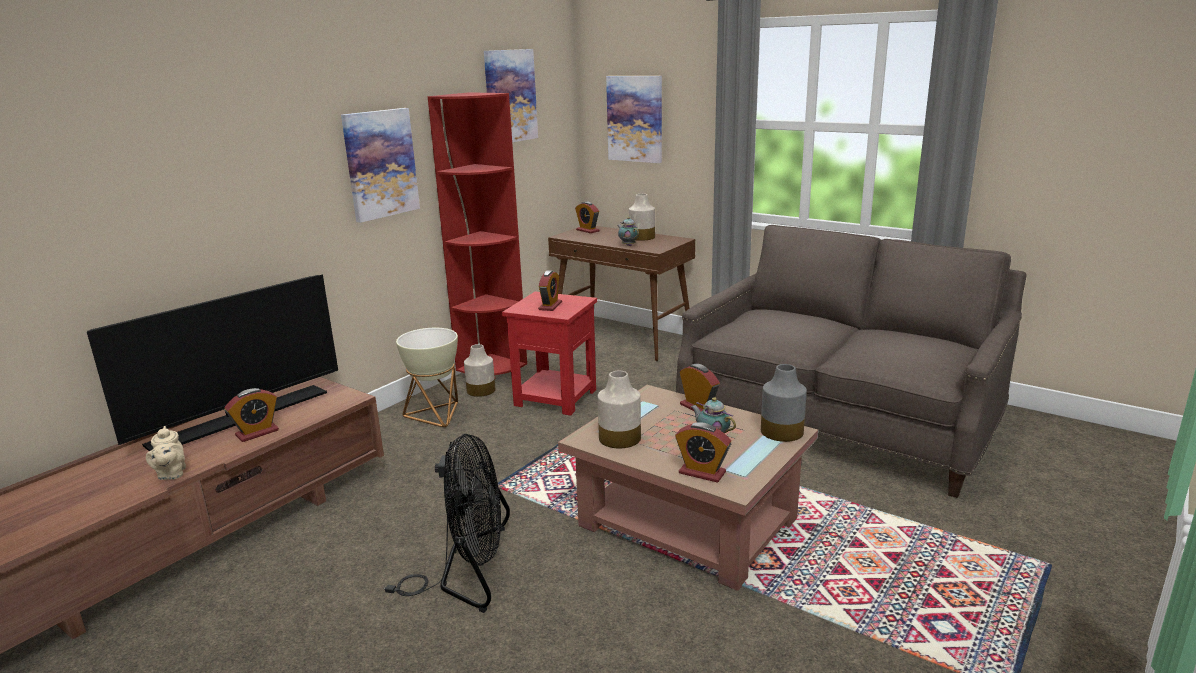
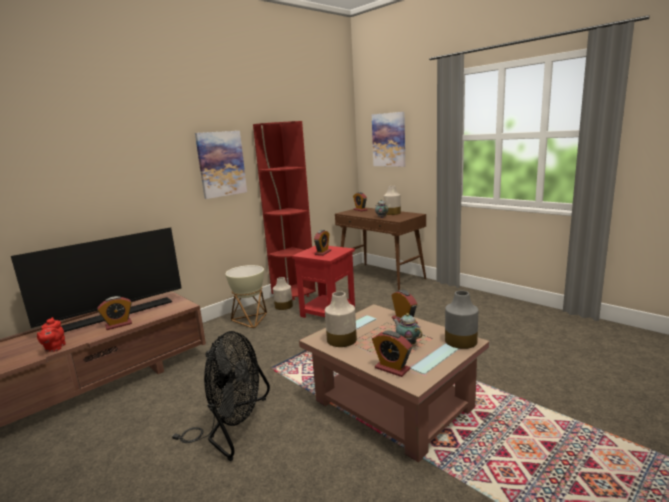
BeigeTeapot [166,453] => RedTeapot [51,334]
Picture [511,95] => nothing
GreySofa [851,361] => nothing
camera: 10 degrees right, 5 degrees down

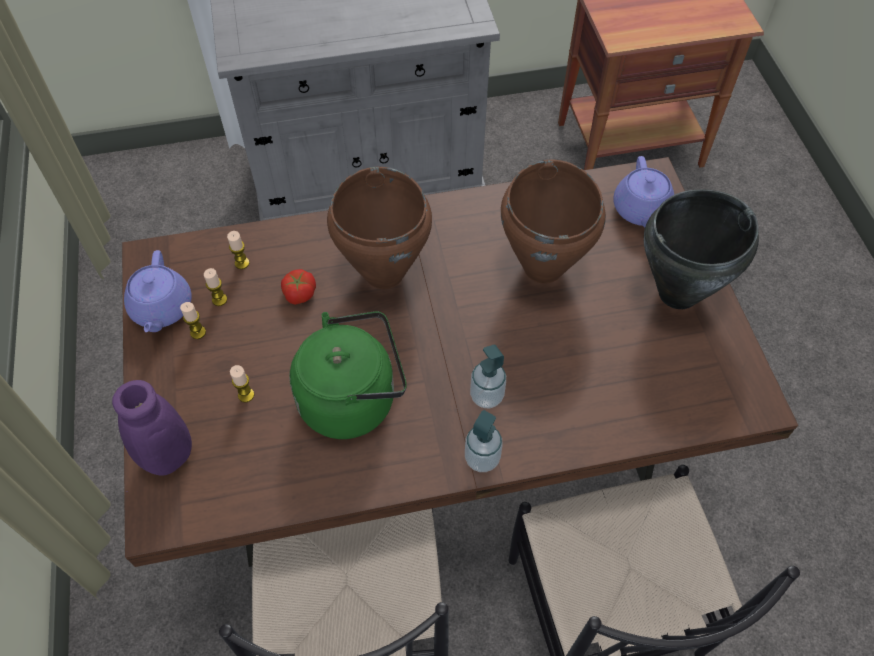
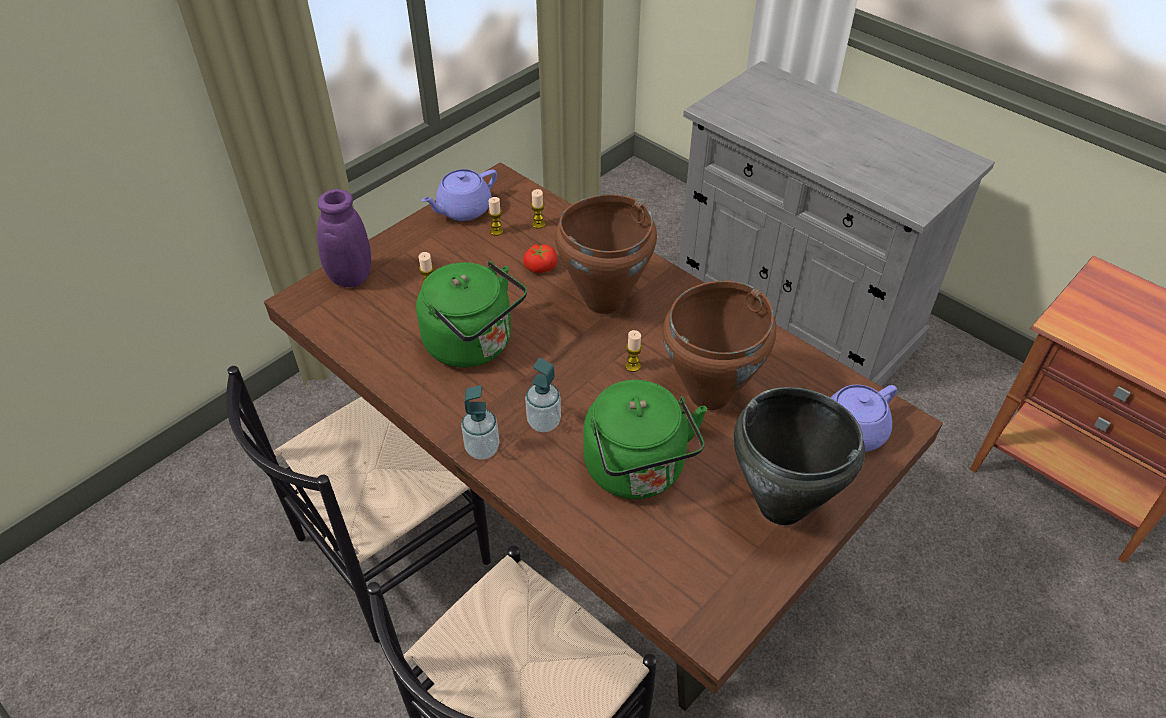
nothing => GreenKettle [645,439]
Candle [193,320] => Candle [633,351], move
camera: 55 degrees right, 10 degrees down

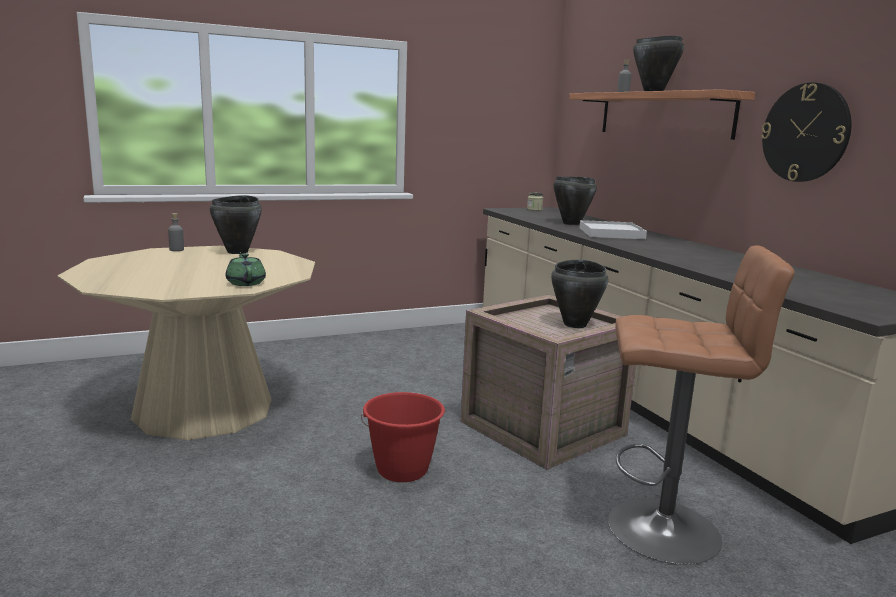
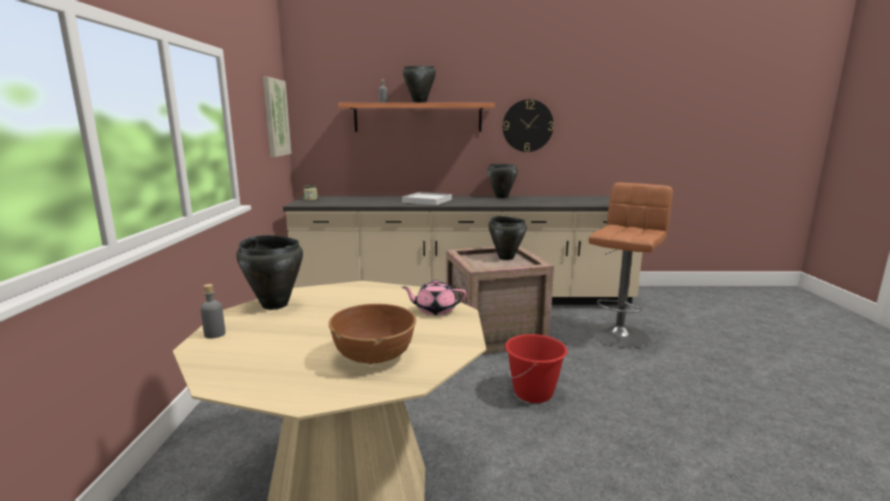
nothing => Picture [277,117]
nothing => BrownBowl [372,334]
GreenTeapot [246,269] => PinkTeapot [434,297]
BlackCookingPot [575,201] => BlackCookingPot [502,181], move
camera: 65 degrees left, 0 degrees up

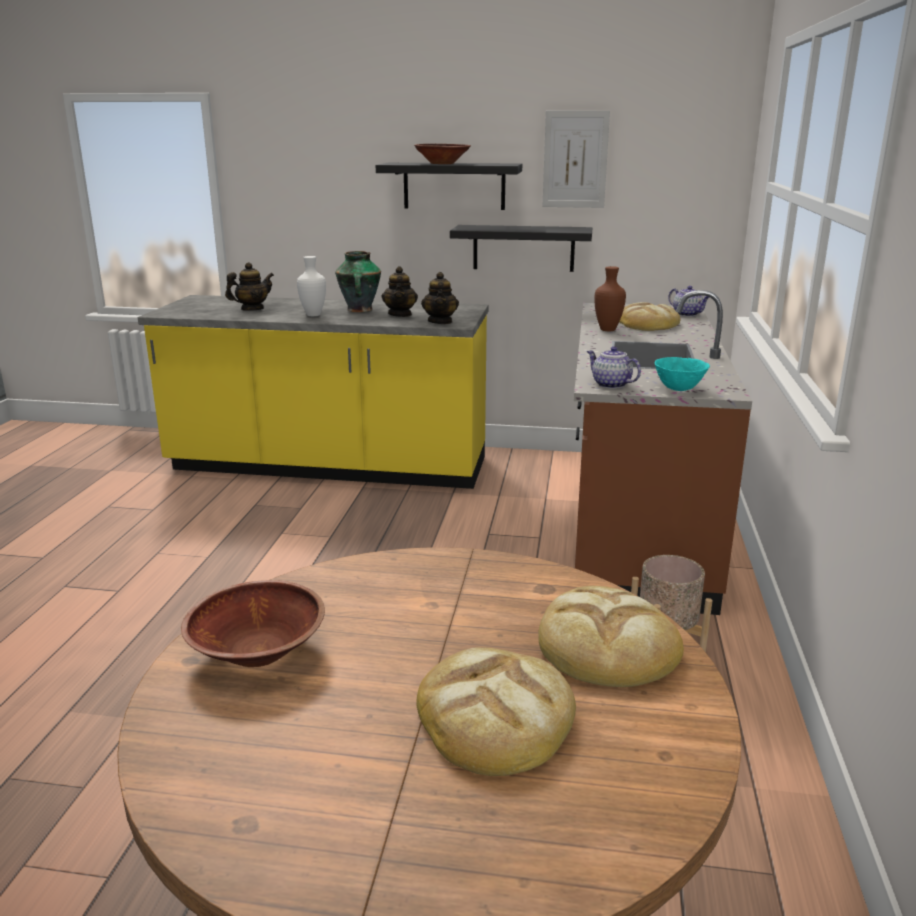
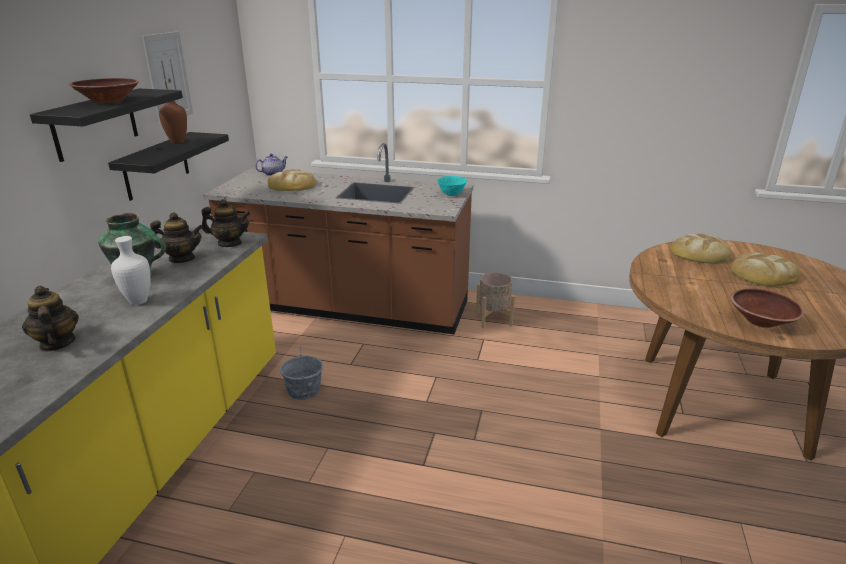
BrownVase [610,298] => BrownVase [173,116], move
nothing => GreyBucket [301,373]
Teapot [614,367] => nothing
camera: 85 degrees left, 5 degrees up

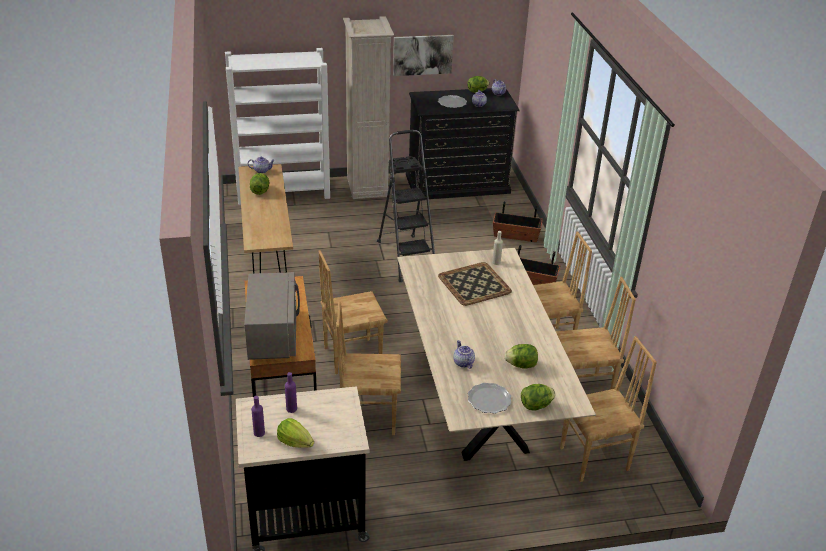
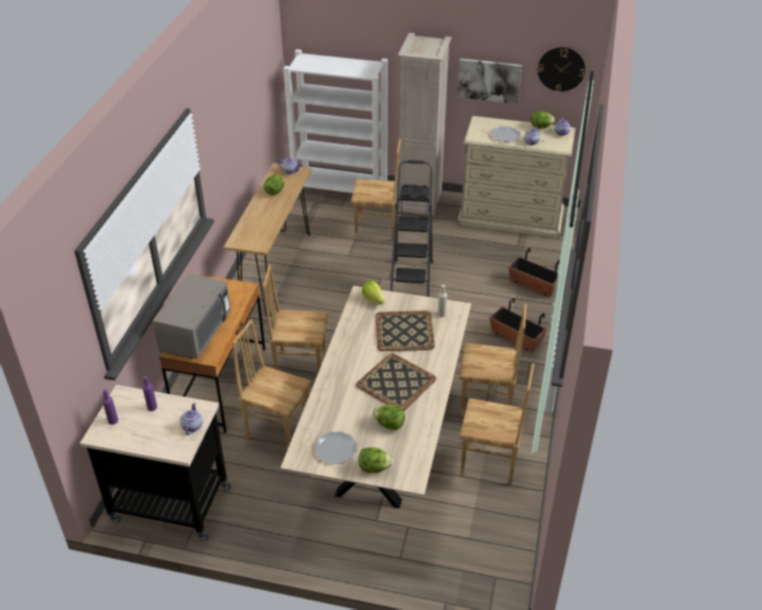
Teapot [464,354] => Teapot [191,419], move
BrownChair [608,409] => BrownChair [376,189], move
nothing => Tray [396,382]
Lettuce [295,433] => Lettuce [373,292], move
BlackDresser [463,144] => BeigeDresser [516,177]
nothing => WallClock [561,69]
camera: 25 degrees right, 5 degrees up

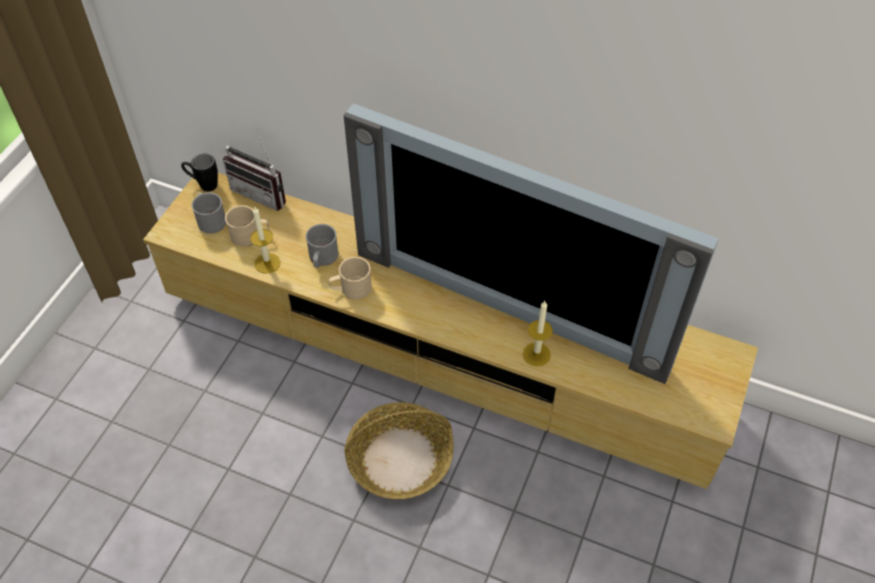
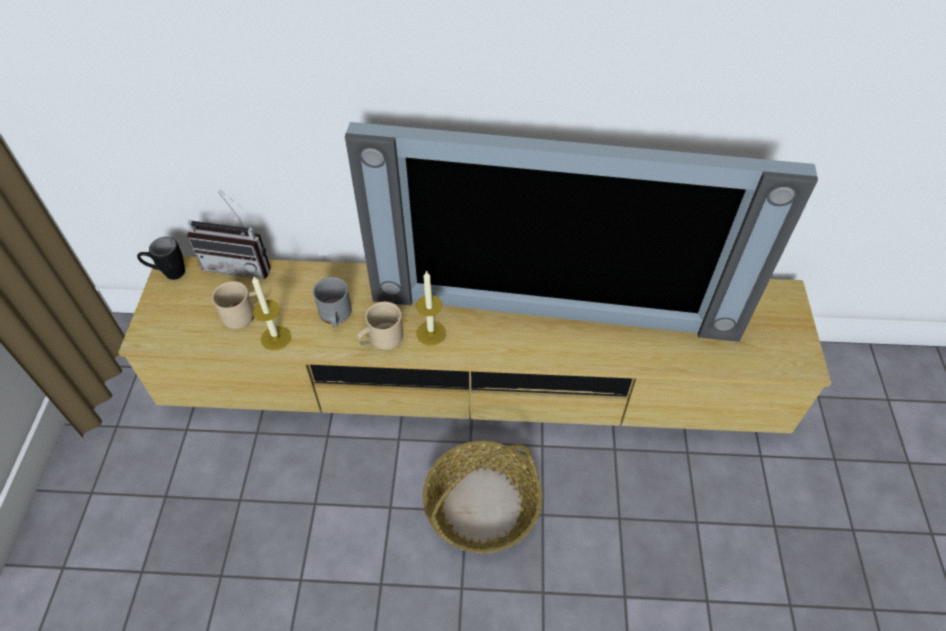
Candle [538,333] => Candle [431,308], move
GreyMug [209,213] => nothing
camera: 20 degrees left, 0 degrees up

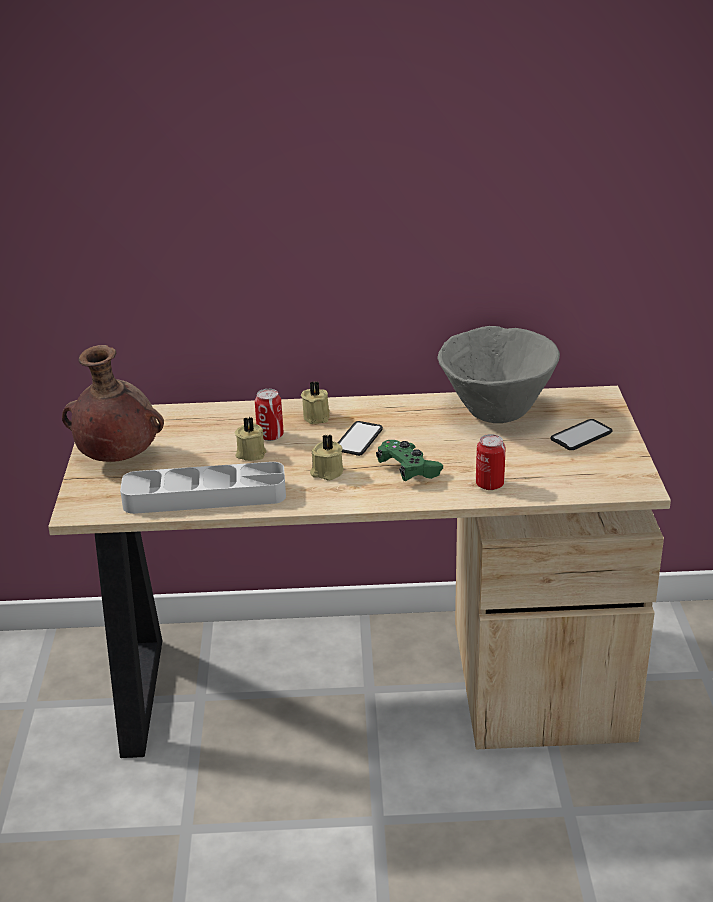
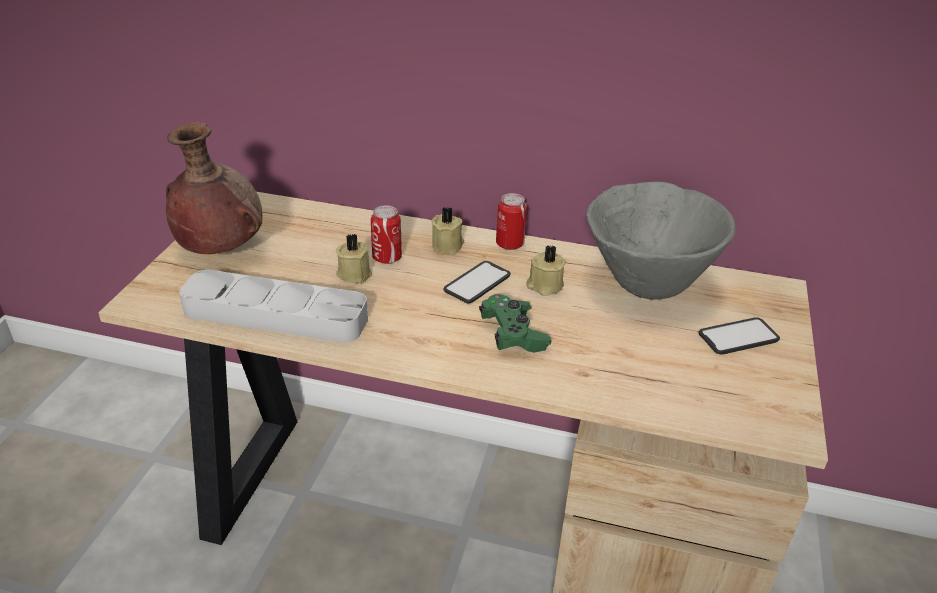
Can [490,462] => Can [511,221], move
BeigeCandle [327,458] => BeigeCandle [545,270], move
camera: 15 degrees right, 5 degrees up

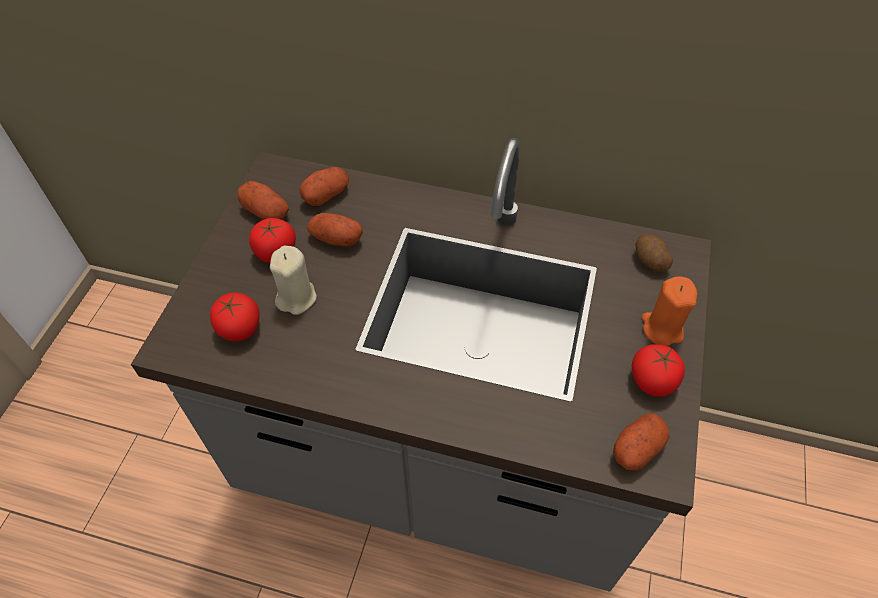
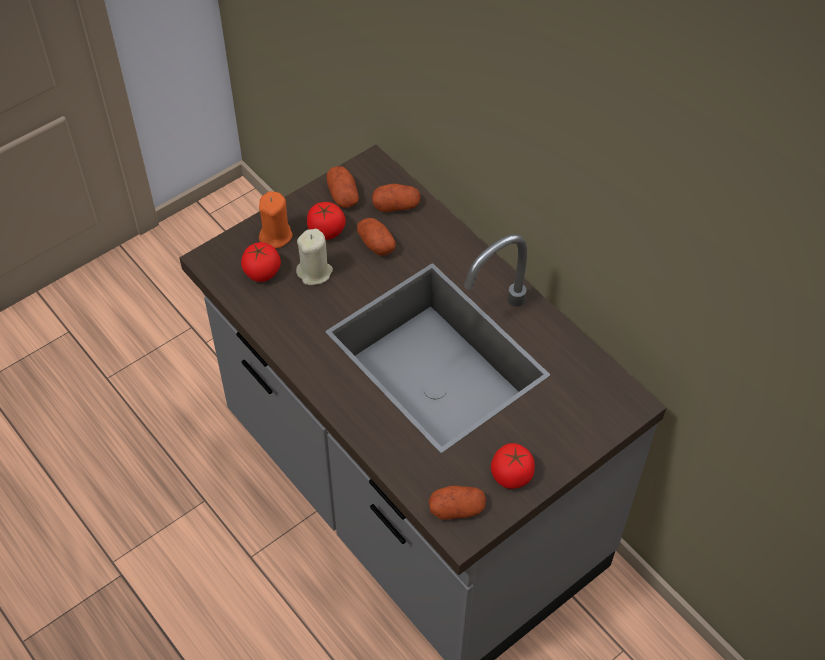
OrangeCandle [670,311] => OrangeCandle [276,220], move
Potato [654,253] => nothing
camera: 35 degrees right, 0 degrees up

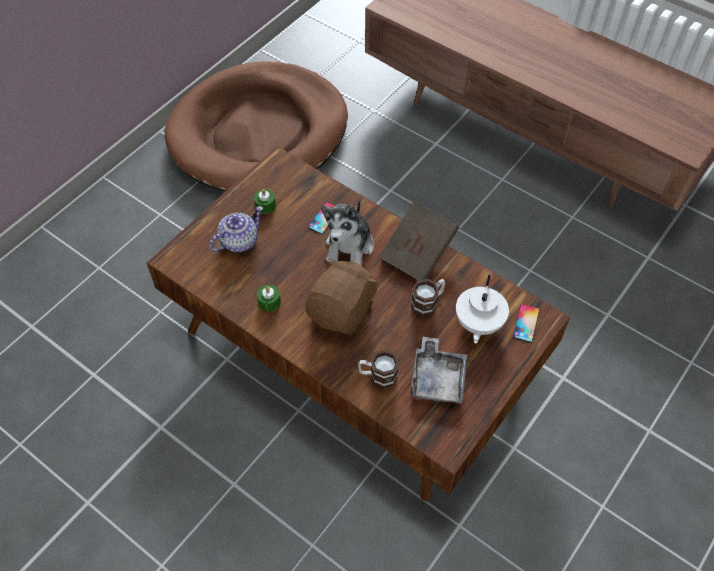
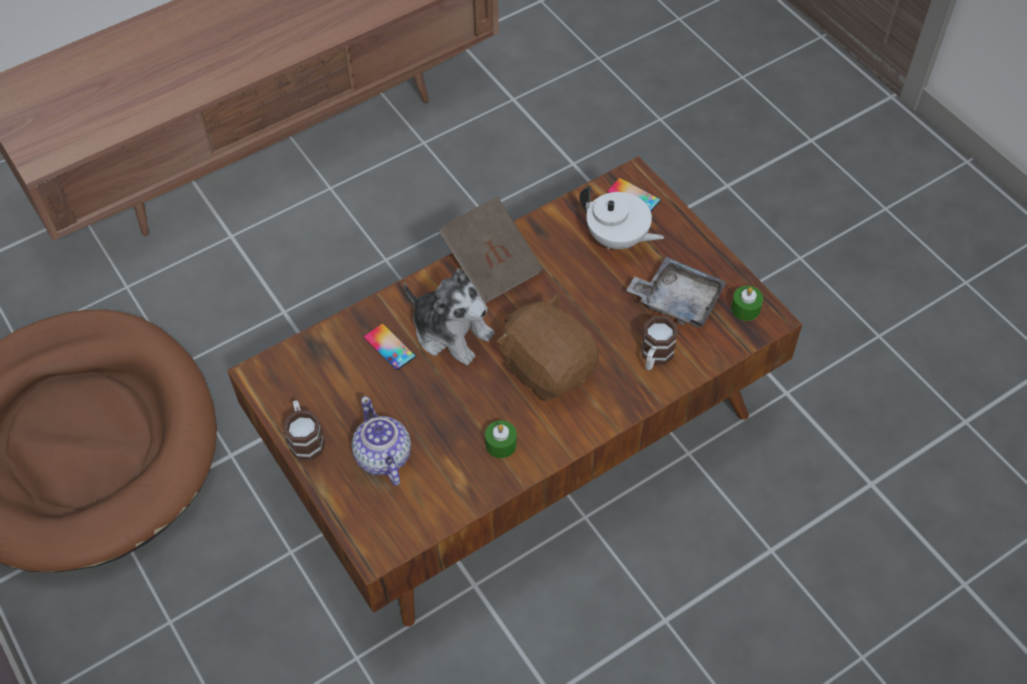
Mug [428,298] => Mug [304,430], move
GreenCandle [265,201] => GreenCandle [747,303], move
camera: 70 degrees left, 0 degrees up

